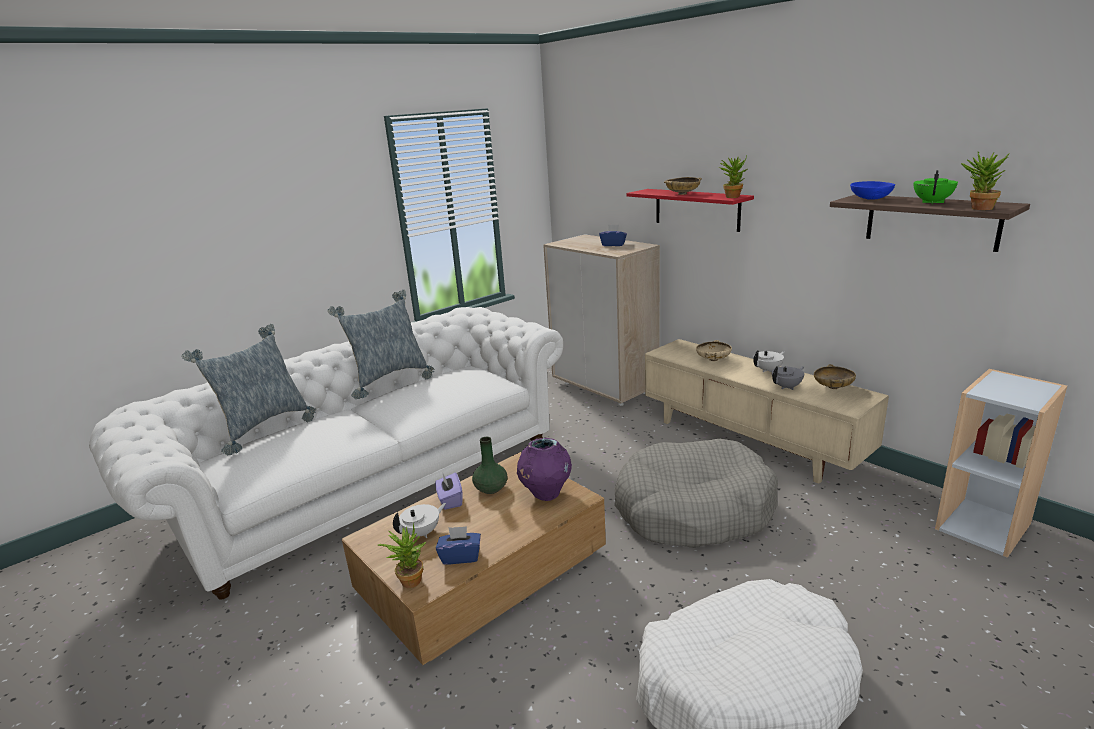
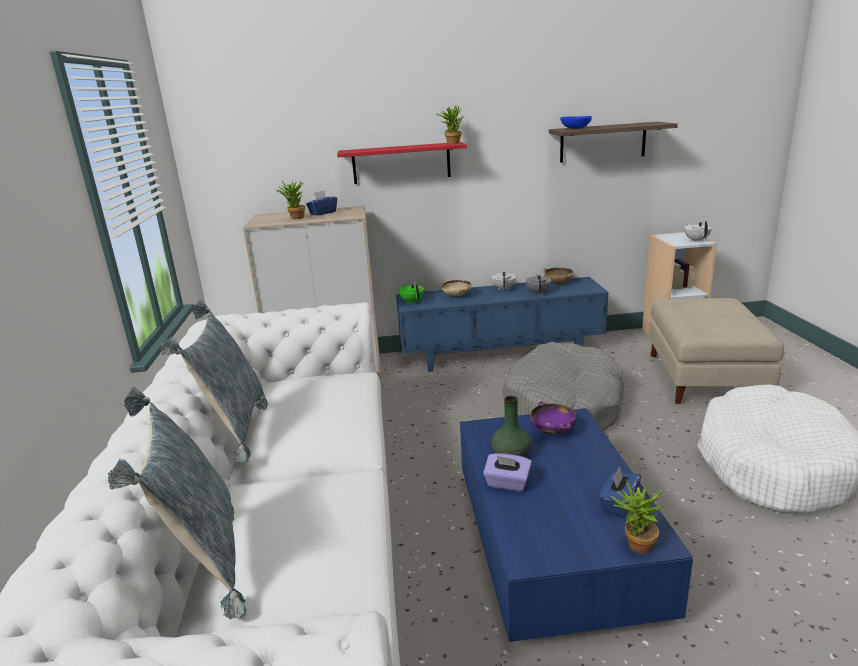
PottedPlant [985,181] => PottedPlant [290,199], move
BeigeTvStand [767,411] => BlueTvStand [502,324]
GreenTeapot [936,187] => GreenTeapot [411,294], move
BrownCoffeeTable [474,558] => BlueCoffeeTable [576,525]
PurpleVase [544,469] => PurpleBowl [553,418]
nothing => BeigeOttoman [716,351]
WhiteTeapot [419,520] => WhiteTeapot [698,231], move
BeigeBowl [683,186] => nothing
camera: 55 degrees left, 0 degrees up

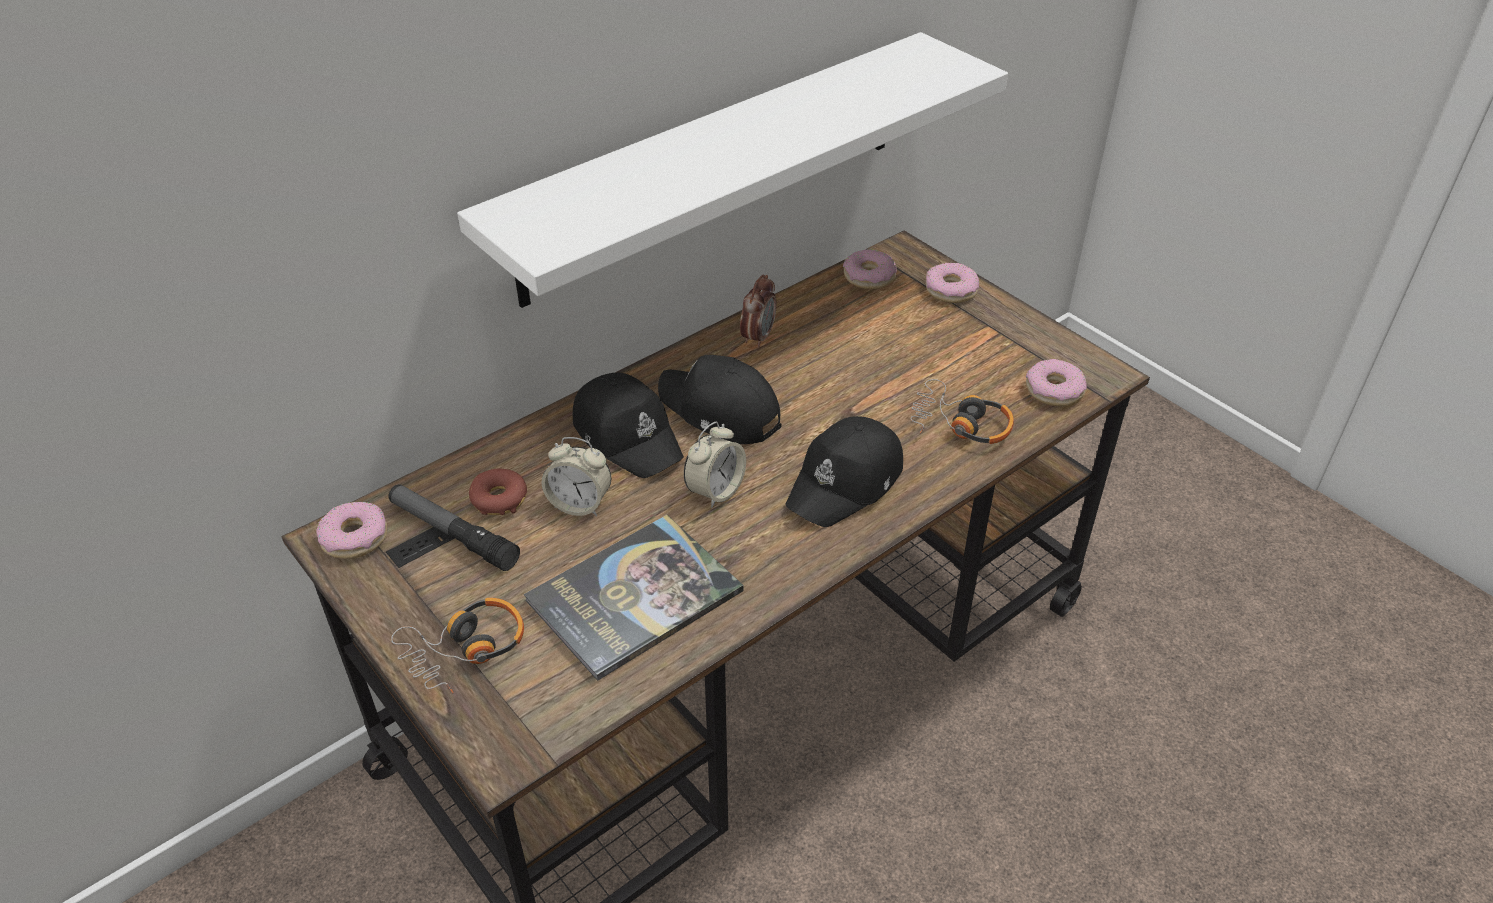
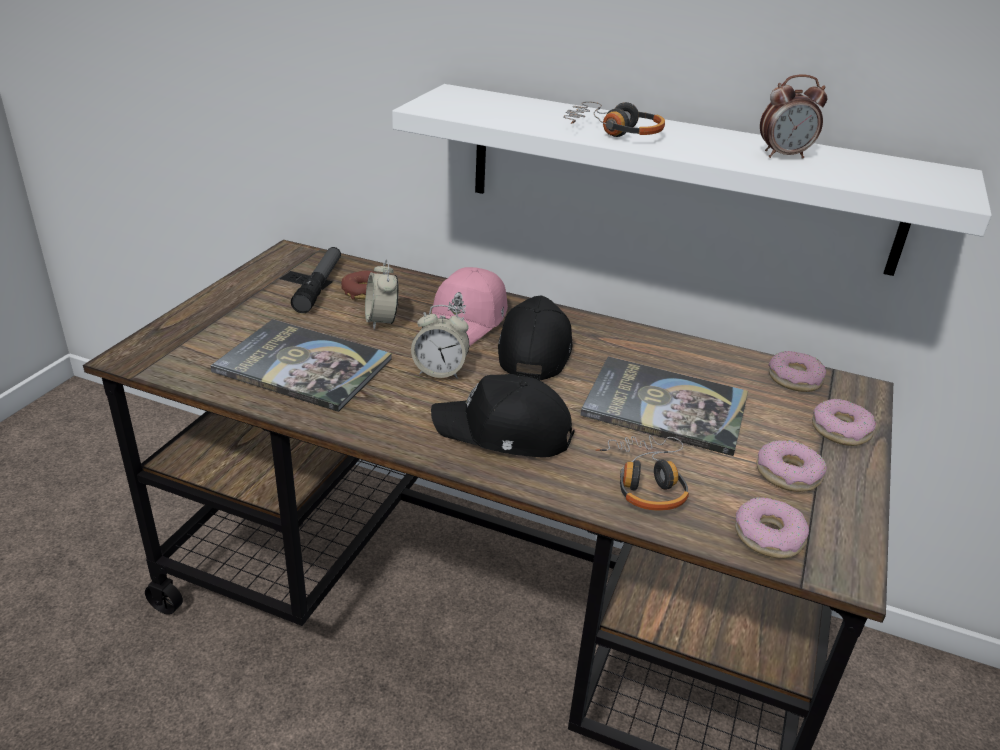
BlackCap [628,425] => PinkCap [470,306]
Headphones [457,646] => Headphones [614,119], move
nothing => Book [664,406]
Donut [351,530] => Donut [791,466], move
AlarmClock [758,311] => AlarmClock [793,116], move
camera: 60 degrees right, 10 degrees down

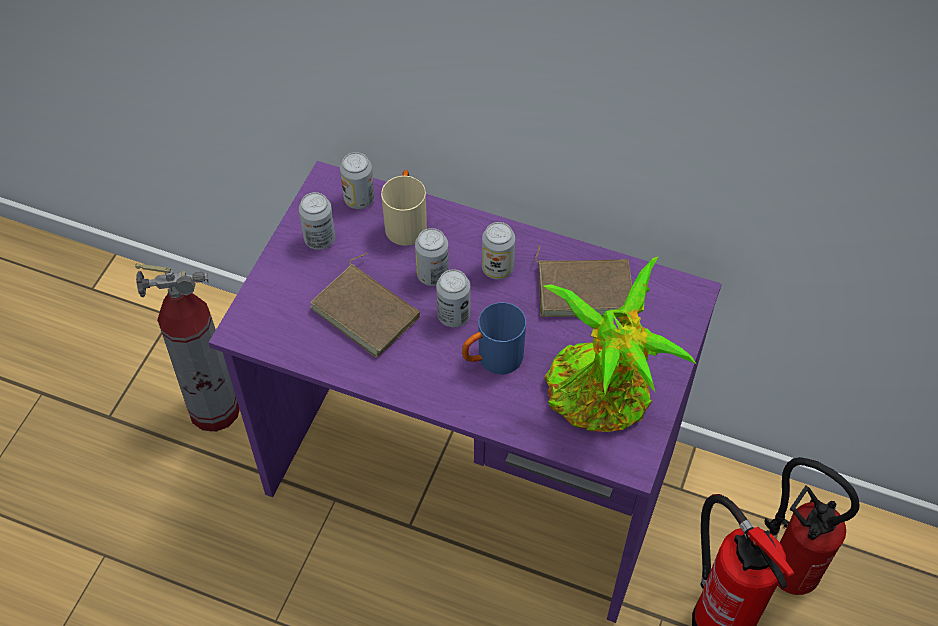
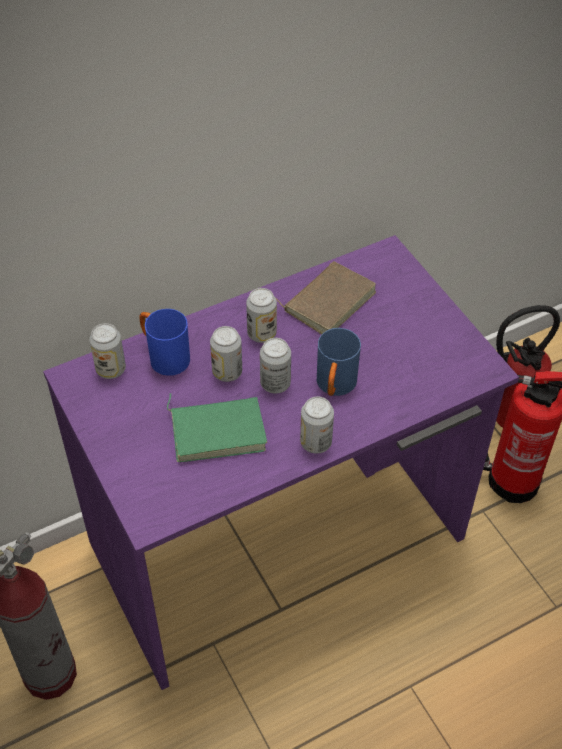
BeigeMug [404,208] => BlueMug [164,342]
BrownBook [365,305] => GreenBook [217,428]
Can [317,221] => Can [317,425], move
PottedPlant [620,344] => nothing
camera: 50 degrees left, 5 degrees down

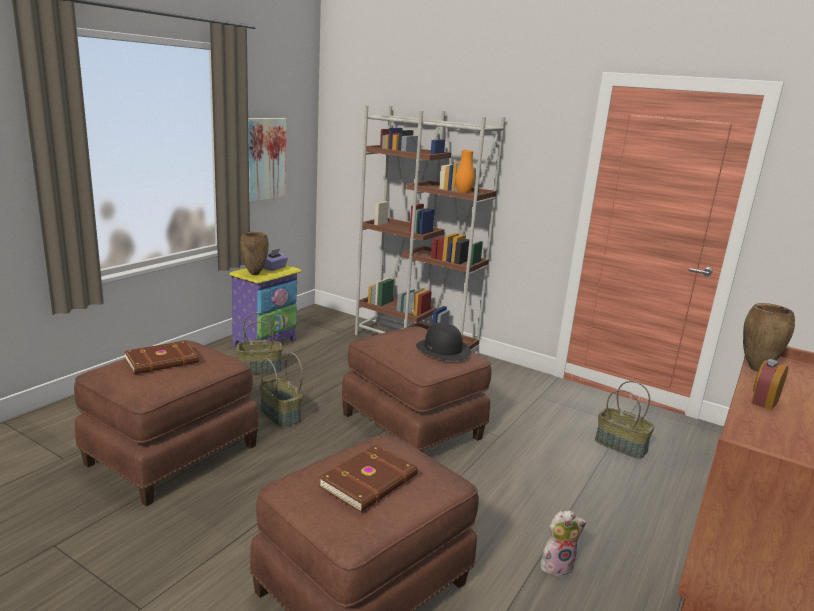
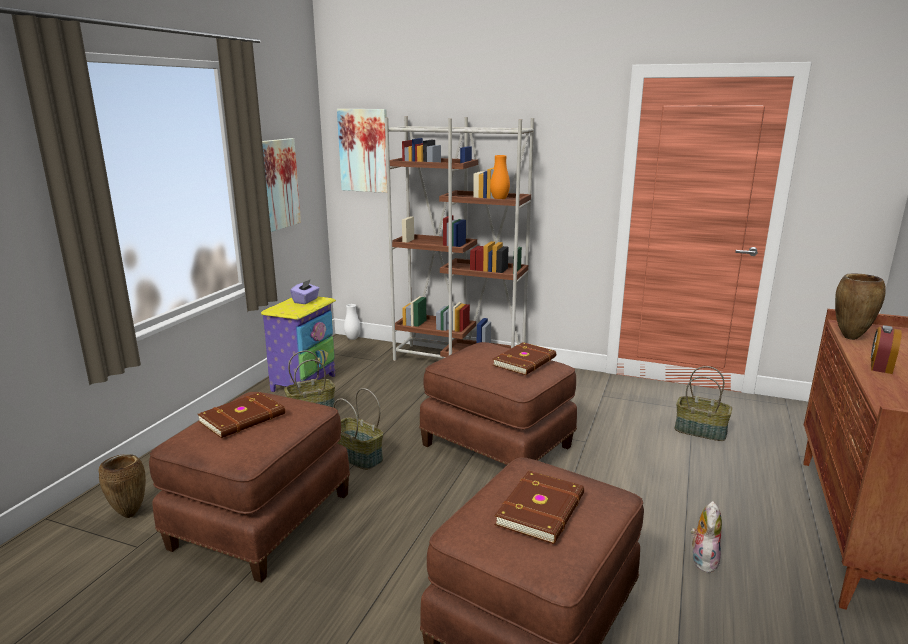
BrownVase [254,253] => BrownVase [122,486], move
nothing => Picture [362,151]
nothing => WhiteVase [352,322]
BlackHat [443,341] => BrownBook [524,358]
PlushToy [563,543] => PlushToy [706,537], 45 degrees counterclockwise
camera: 10 degrees left, 0 degrees up

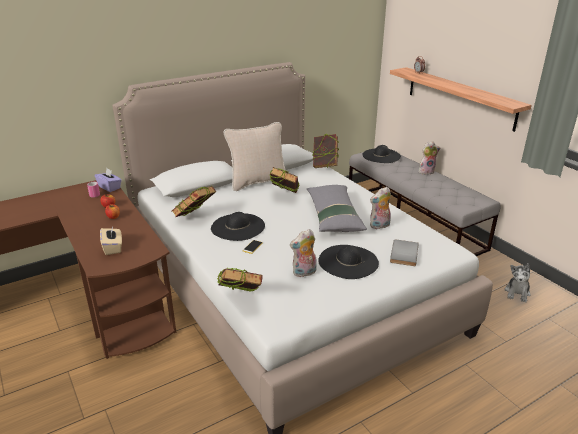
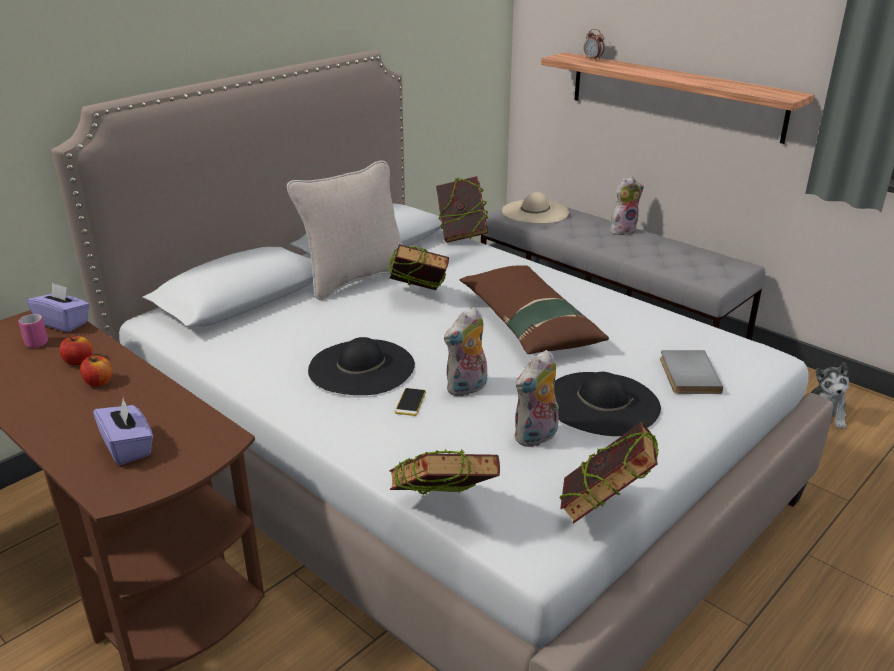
BeigeTissueBox [111,240] => PurpleTissueBox [123,431]
PlushToy [380,208] => PlushToy [465,351], move
GreyPillow [337,208] => BrownPillow [534,309]
BlackHat [382,154] => BeigeHat [535,207]
Book [194,201] => Book [609,472], move
camera: 15 degrees left, 0 degrees up

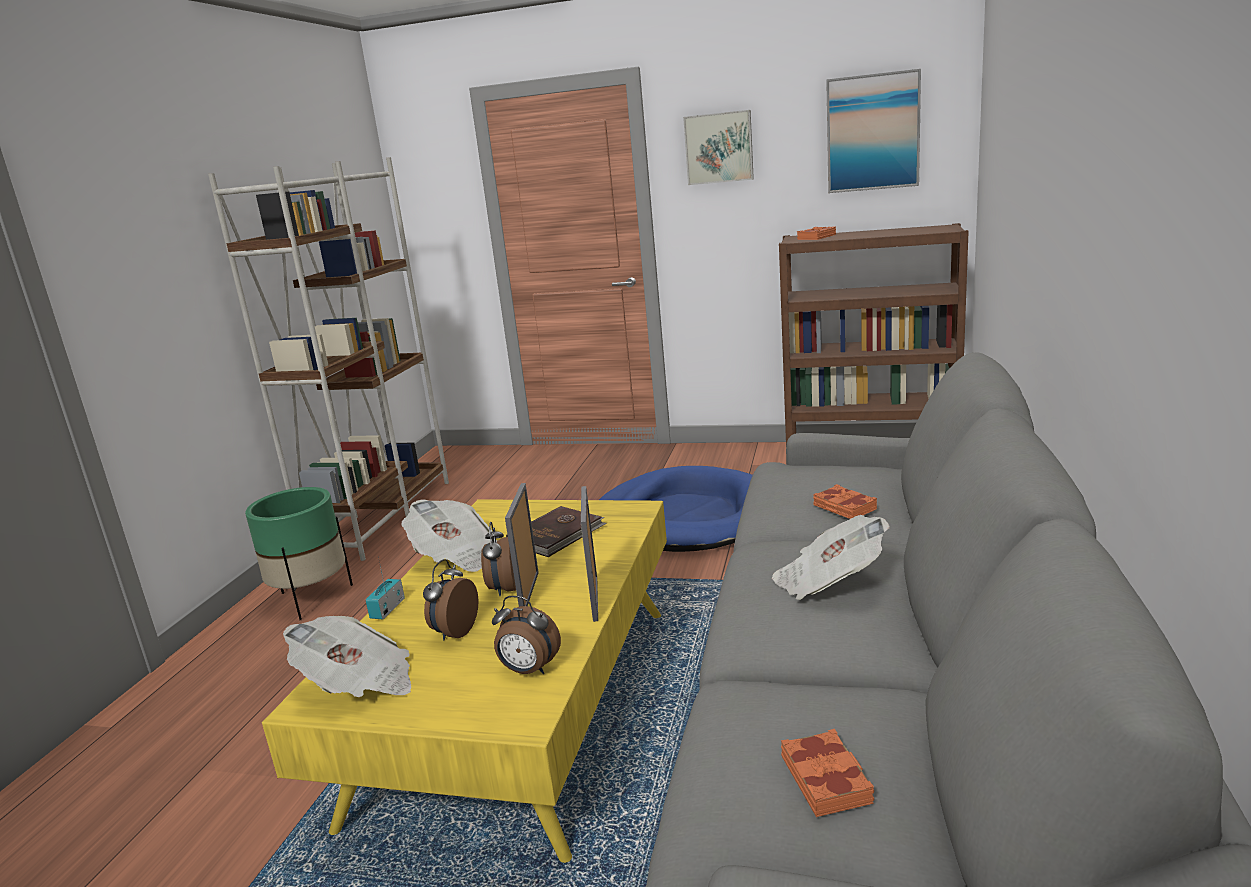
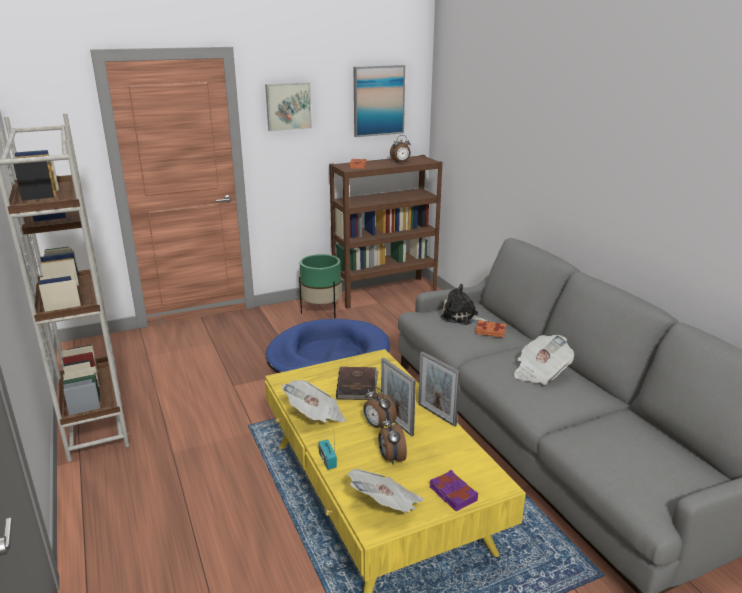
GreenPlanter [299,553] => GreenPlanter [320,286], move
AlarmClock [526,635] => AlarmClock [400,149], move
nothing => PurpleBook [454,491]
nothing => PlushToy [465,304]
OrangeBook [827,773] => nothing
camera: 40 degrees left, 5 degrees up

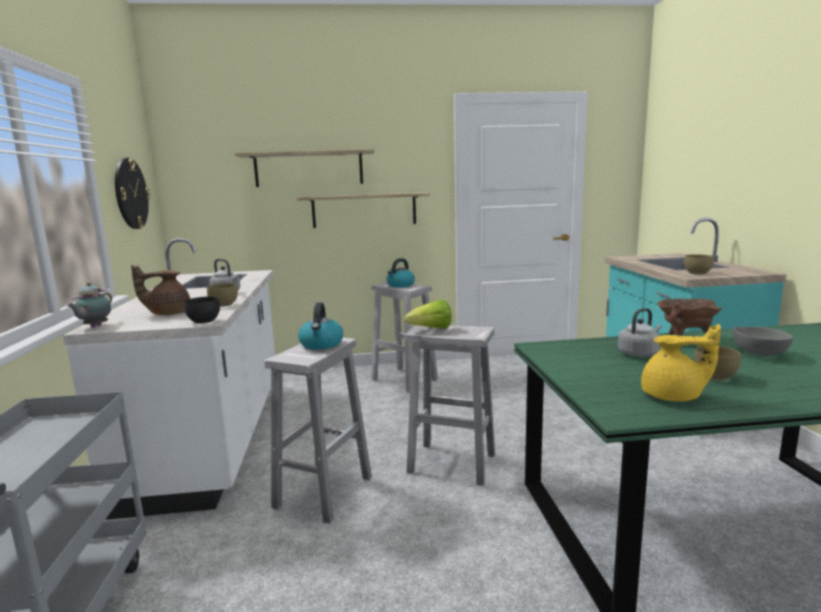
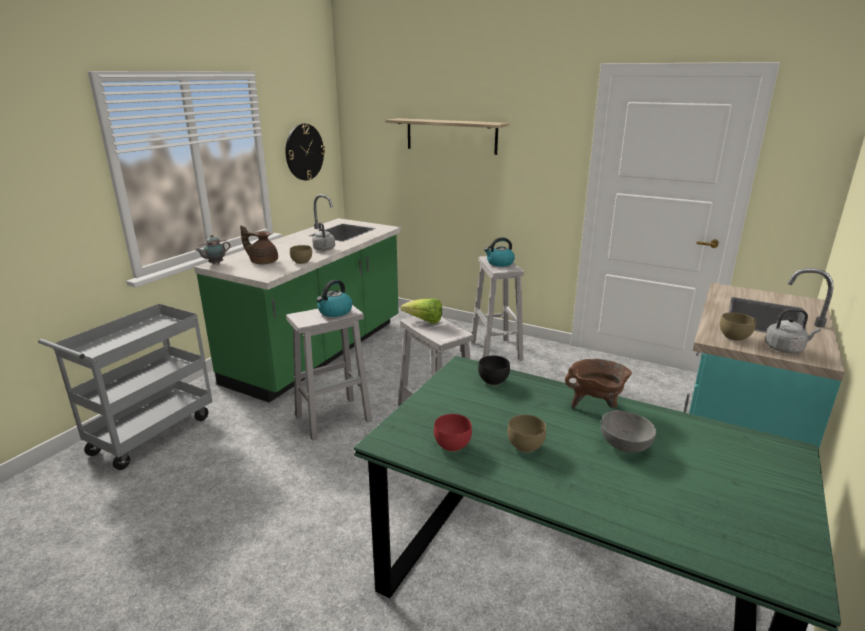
WhiteCounter [169,379] => GreenCounter [297,298]
YellowTeapot [681,363] => RedBowl [453,433]
BlackBowl [202,310] => BlackBowl [494,370], move
GreyKettle [640,332] => GreyKettle [793,331], move
Shelf [363,210] => nothing
camera: 35 degrees right, 10 degrees up

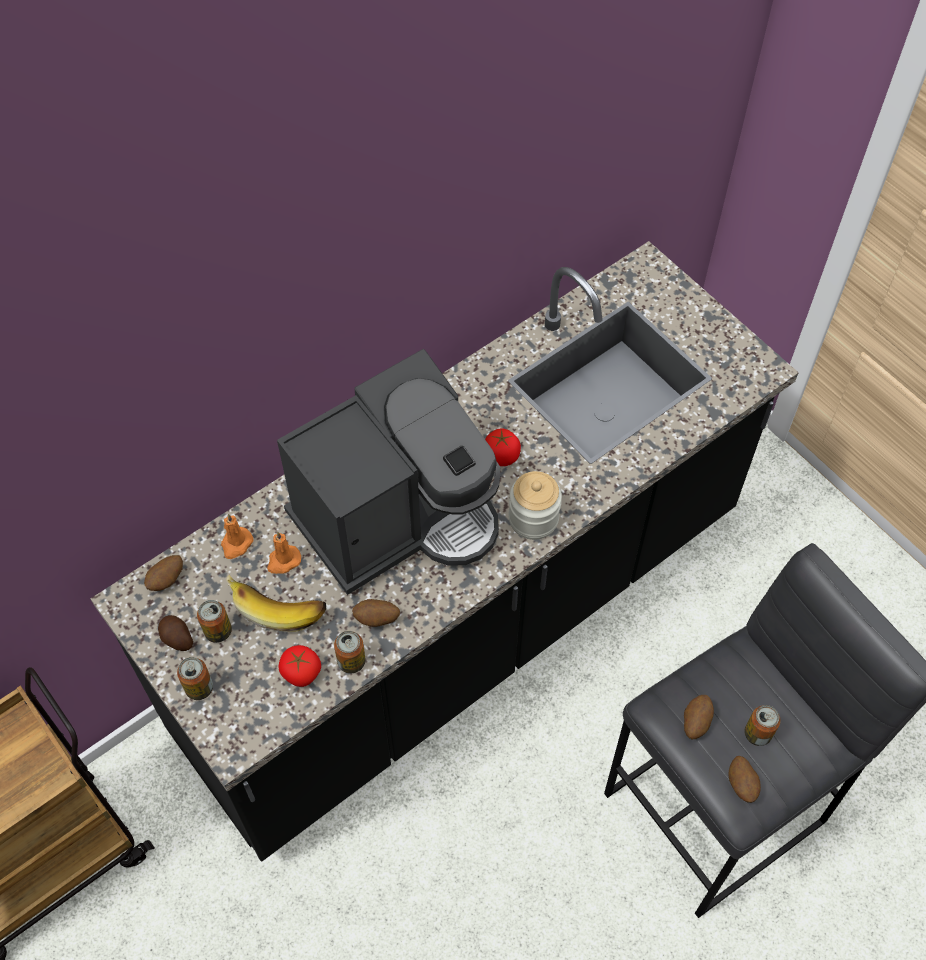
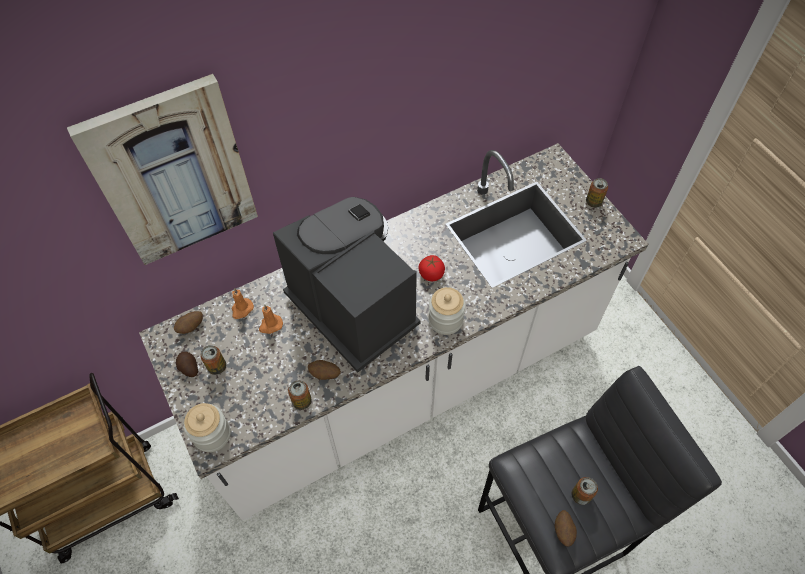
nothing => Picture [162,169]
BlackCounter [444,551] => WhiteCounter [393,331]
nothing => Jar [207,428]
CoffeeMachine [388,472] => CoffeeMachine [346,285], 105 degrees counterclockwise
Can [195,678] => Can [597,193], move
Banana [276,603] => nothing
Tomato [299,666] => nothing
Potato [699,717] => nothing
camera: 10 degrees right, 0 degrees up

